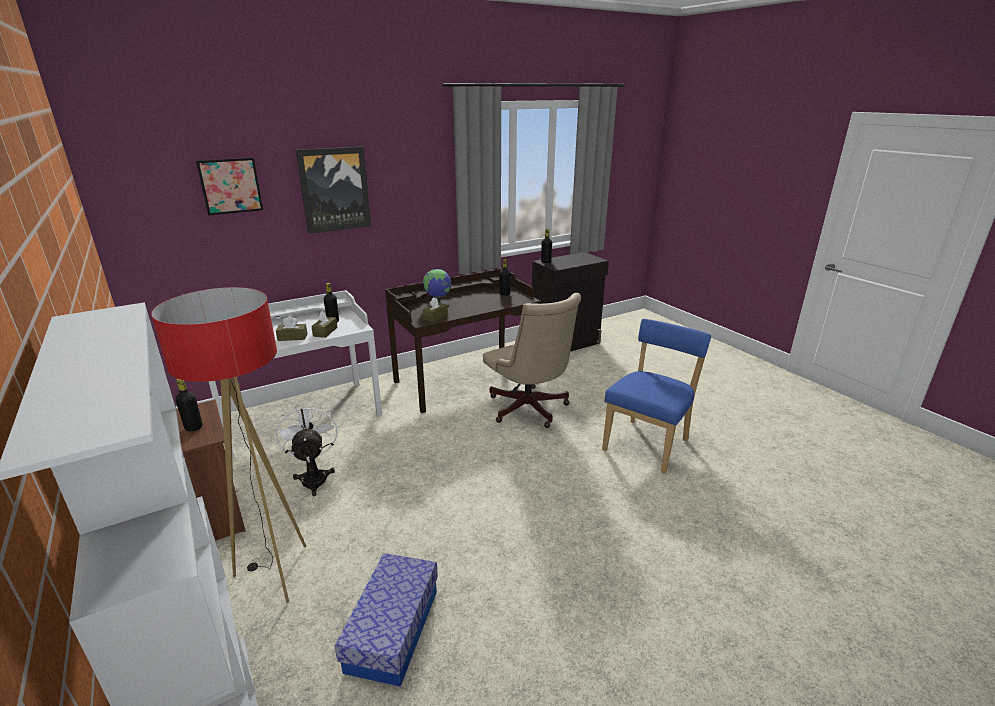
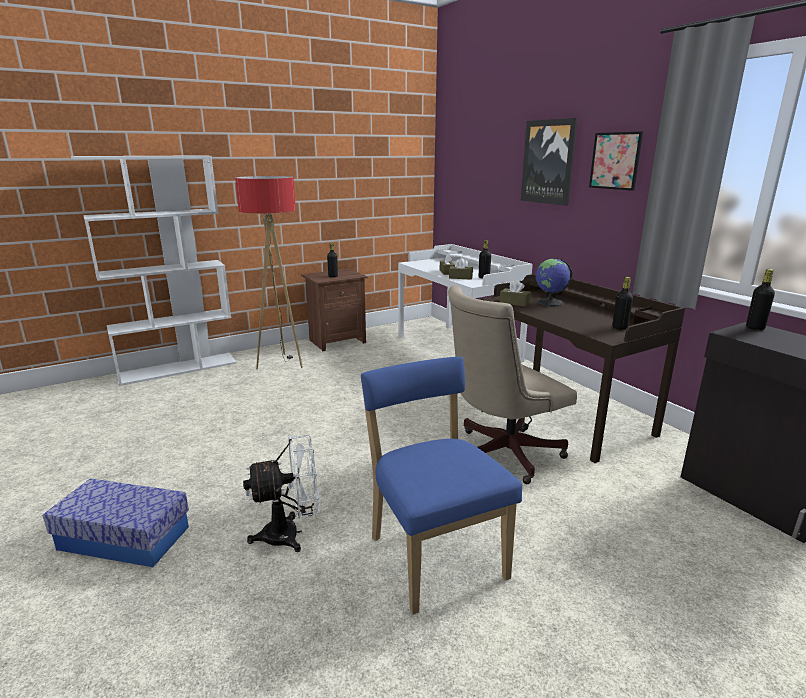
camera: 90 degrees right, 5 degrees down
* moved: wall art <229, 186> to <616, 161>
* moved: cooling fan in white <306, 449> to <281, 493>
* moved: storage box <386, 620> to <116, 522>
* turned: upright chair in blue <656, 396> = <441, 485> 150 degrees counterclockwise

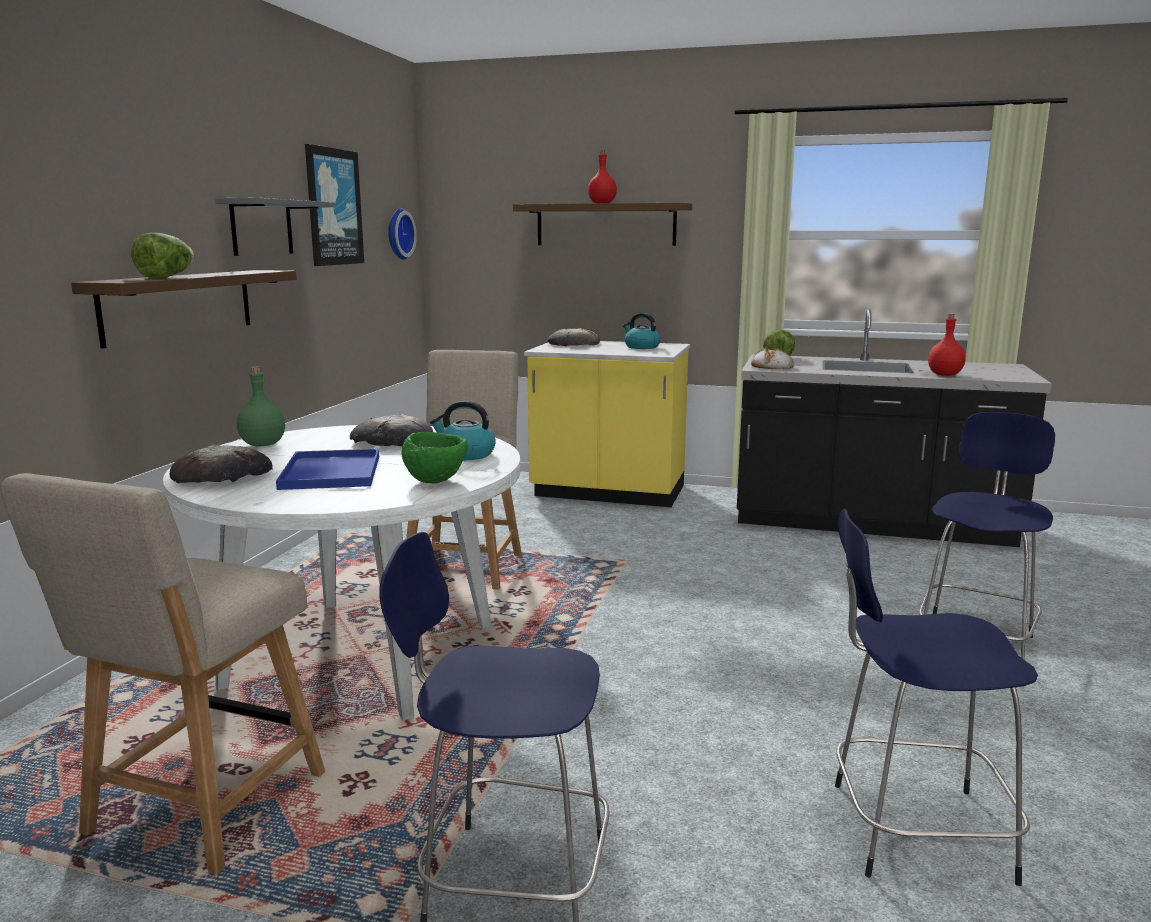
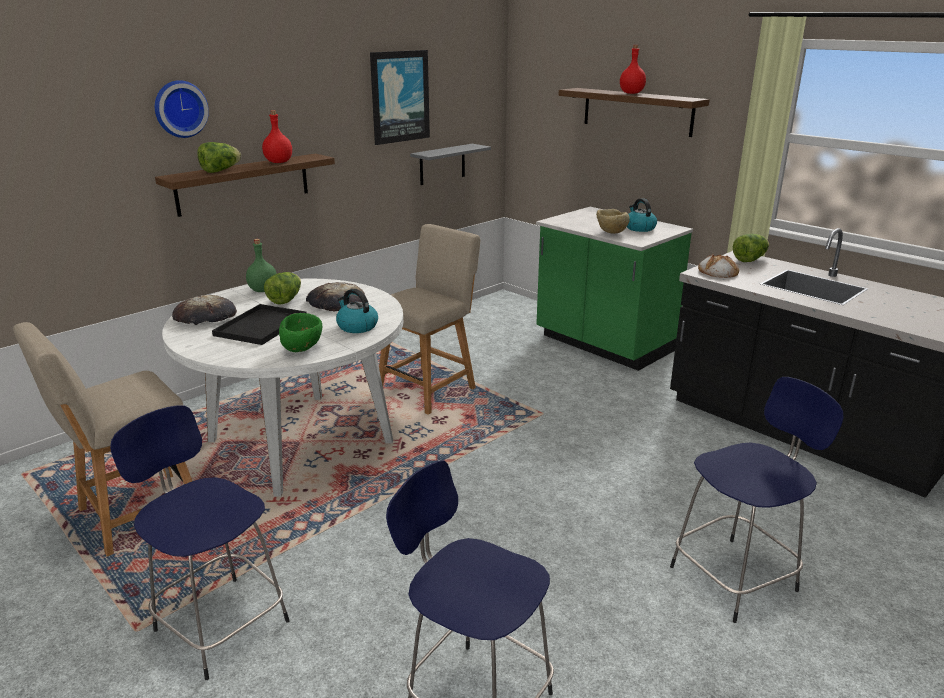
camera: 30 degrees right, 10 degrees up
* moved: shelf in grey <275, 227> to <450, 164>
* recoloured: serving tray in blue <327, 469> to serving tray in blackish <259, 324>
* moved: wall clock <402, 234> to <182, 109>
* recoloured: kitchen counter in yellow <607, 424> to kitchen counter in greenish <614, 289>
* removed: bread <573, 337>
* moved: drink bottle in reddish <947, 345> to <277, 136>
* added: lettuce head <282, 288>
* added: serving bowl in sand-coloured <613, 221>

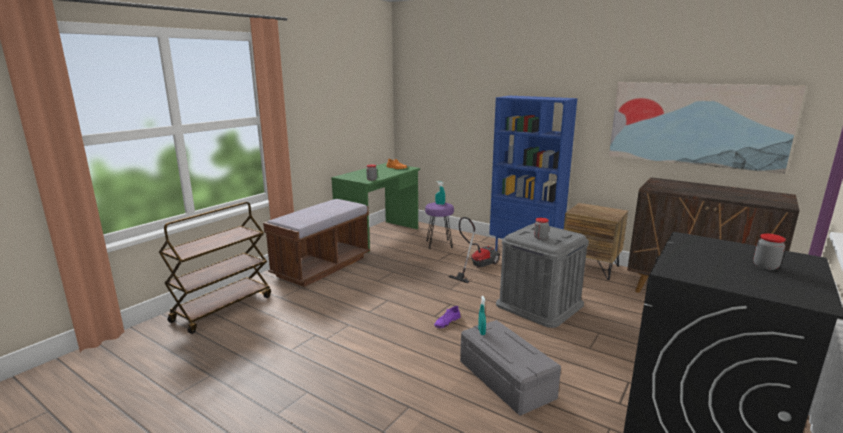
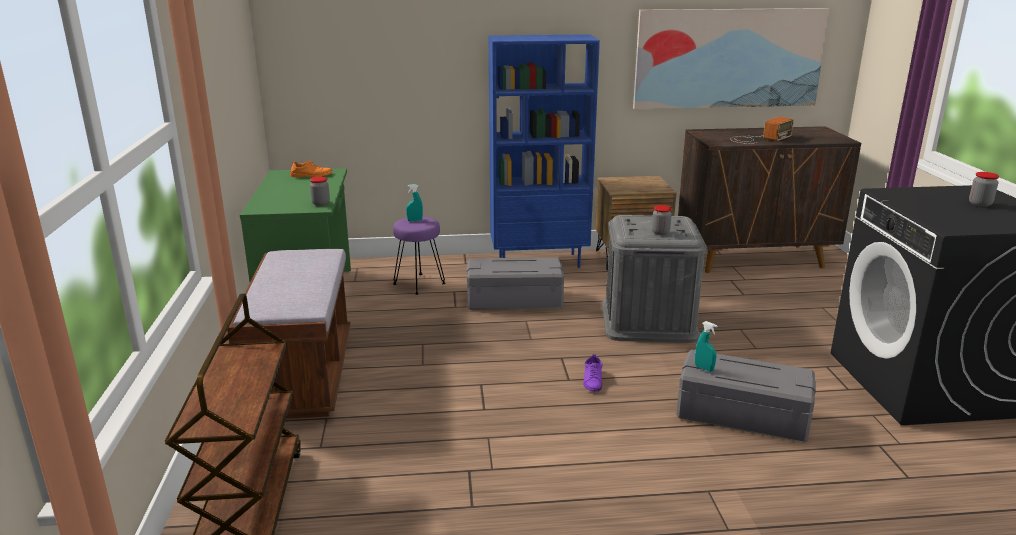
camera: 40 degrees left, 5 degrees up
* replaced: vacuum <474, 250> to storage box in grey <515, 283>
* added: radio receiver <763, 130>

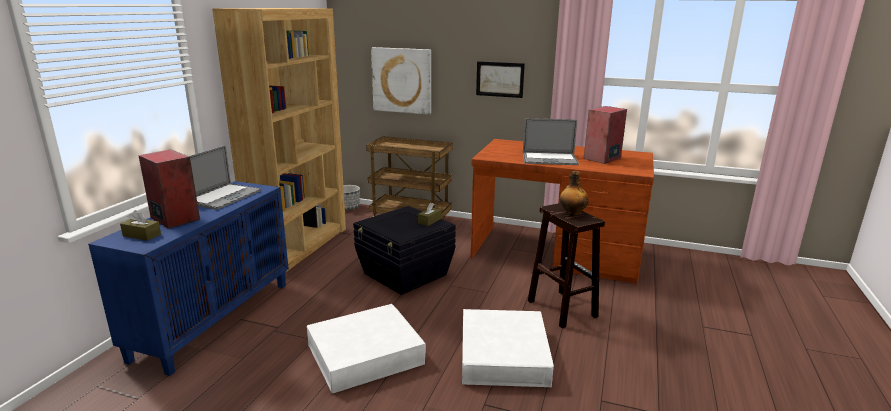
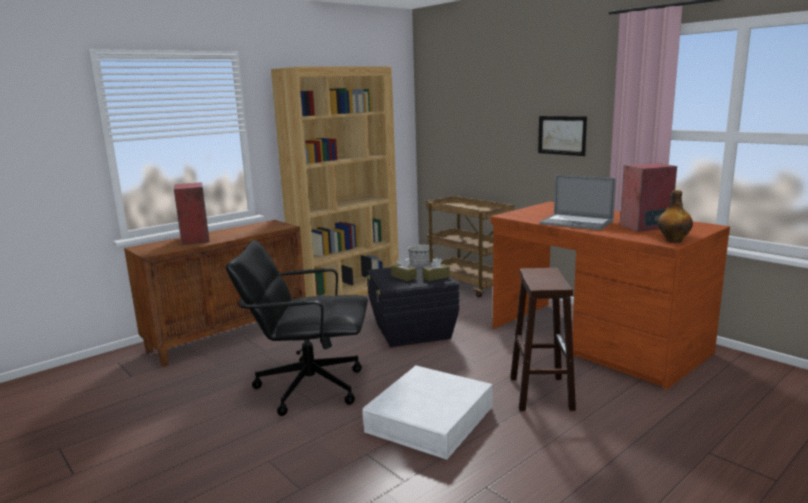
camera: 30 degrees right, 5 degrees down
* recoloured: cabinet in blue <188, 278> to cabinet in brownish <215, 293>
* moved: box of tissues in brownish <140, 225> to <404, 269>
* removed: notebook computer <225, 178>
* replaced: storage box in white <366, 349> to computer chair in blackish <297, 328>
* removed: wall art <401, 81>
* moved: drink bottle <574, 193> to <675, 216>

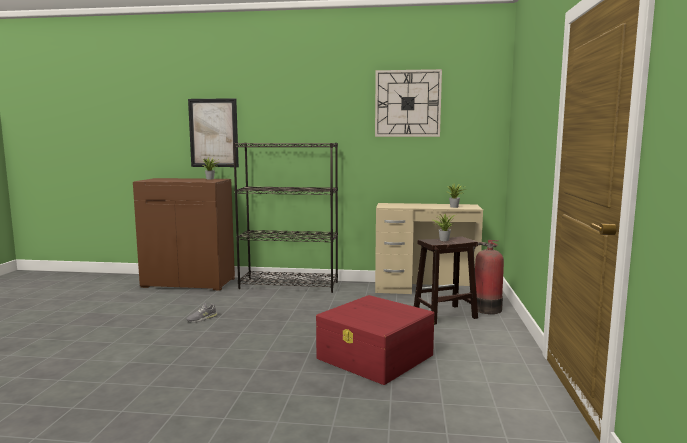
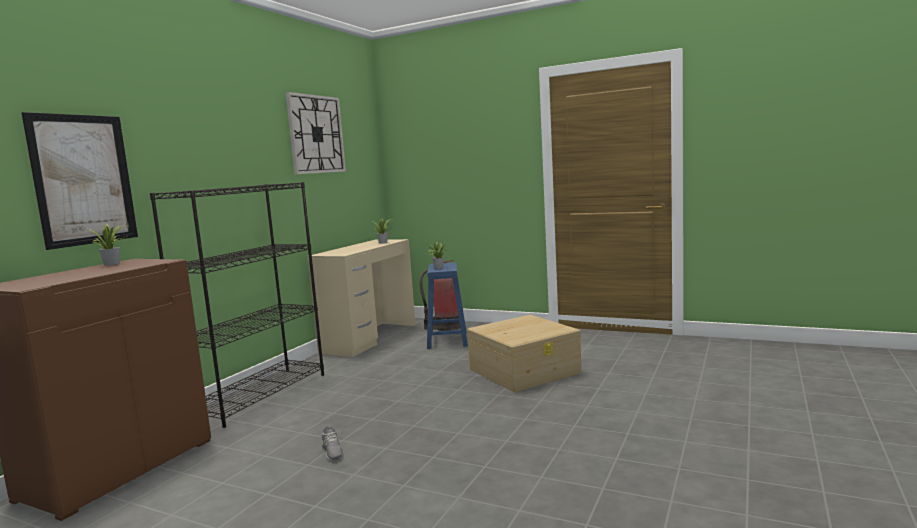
camera: 70 degrees left, 0 degrees up
* recoloured: storage box in reddish <375, 340> to storage box in sand-coloured <524, 353>
* recoloured: sitting stool in brownish <446, 280> to sitting stool in blue <447, 305>

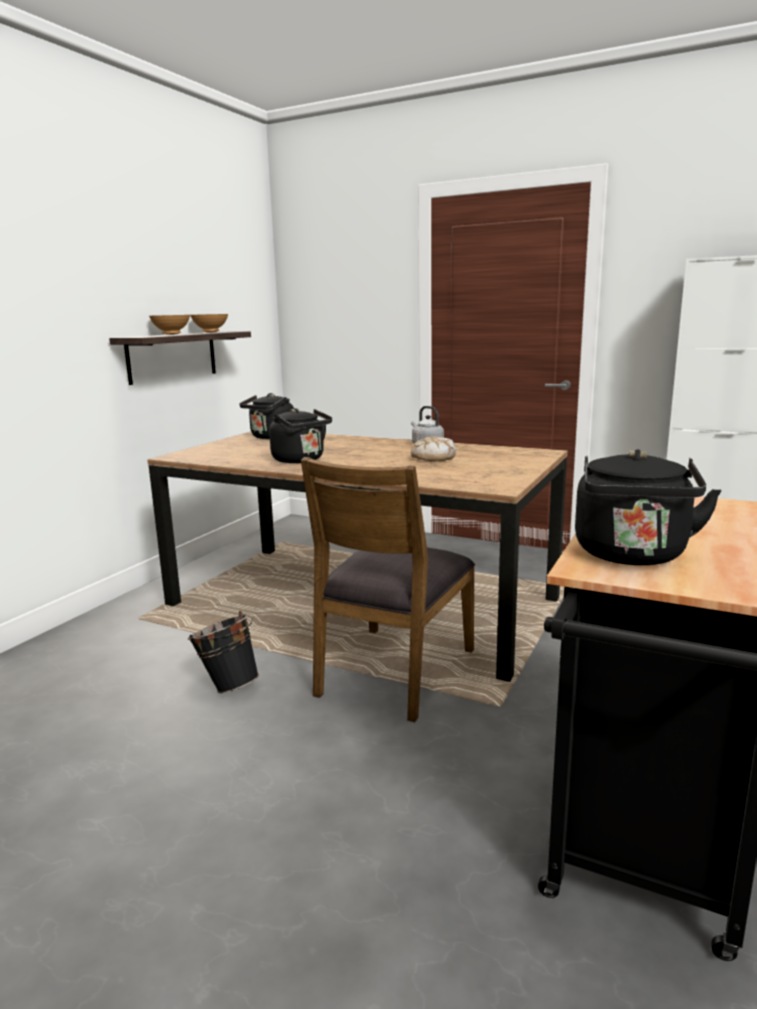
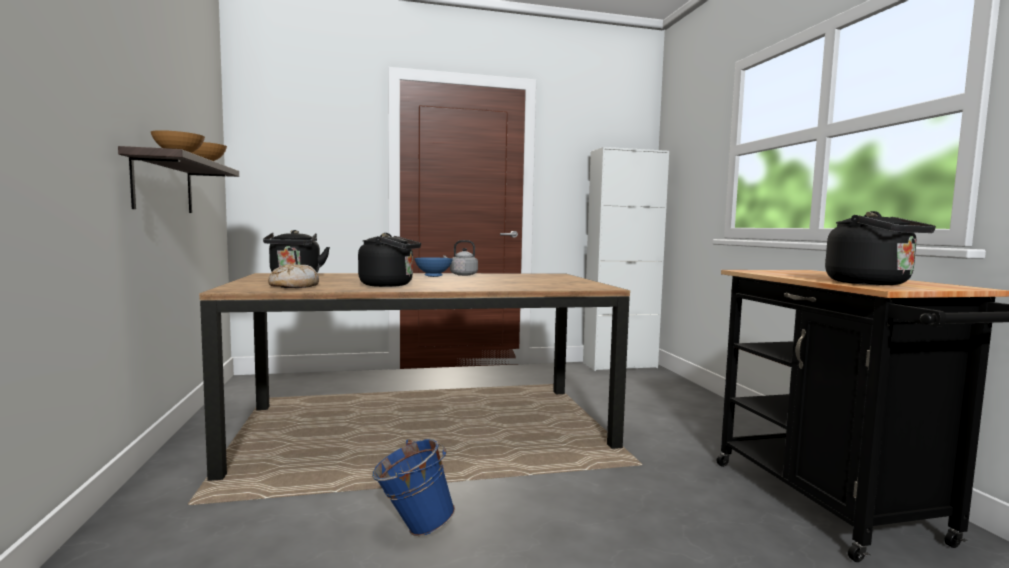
camera: 40 degrees left, 10 degrees down
* recoloured: water bucket in blackish <223, 652> to water bucket in blue <413, 487>
* removed: upright chair in brownish <388, 589>
* moved: bread <433, 449> to <293, 276>
* added: serving bowl in blue <433, 267>

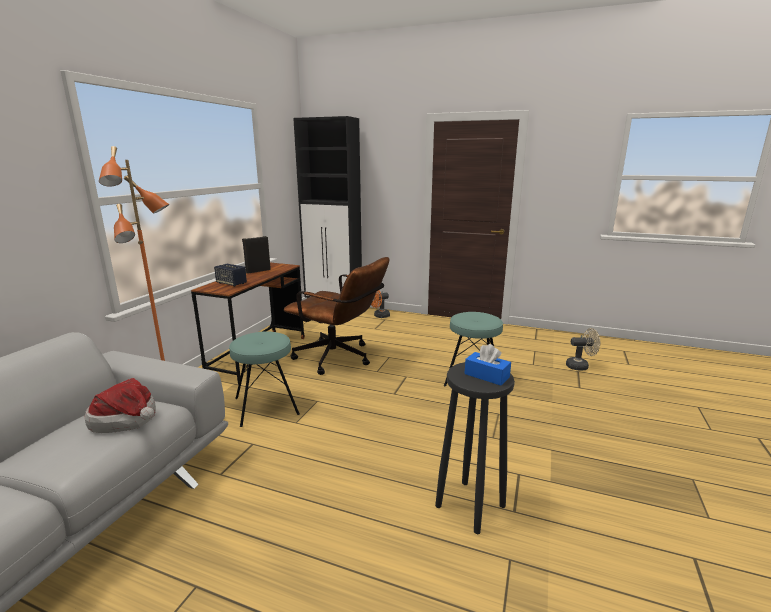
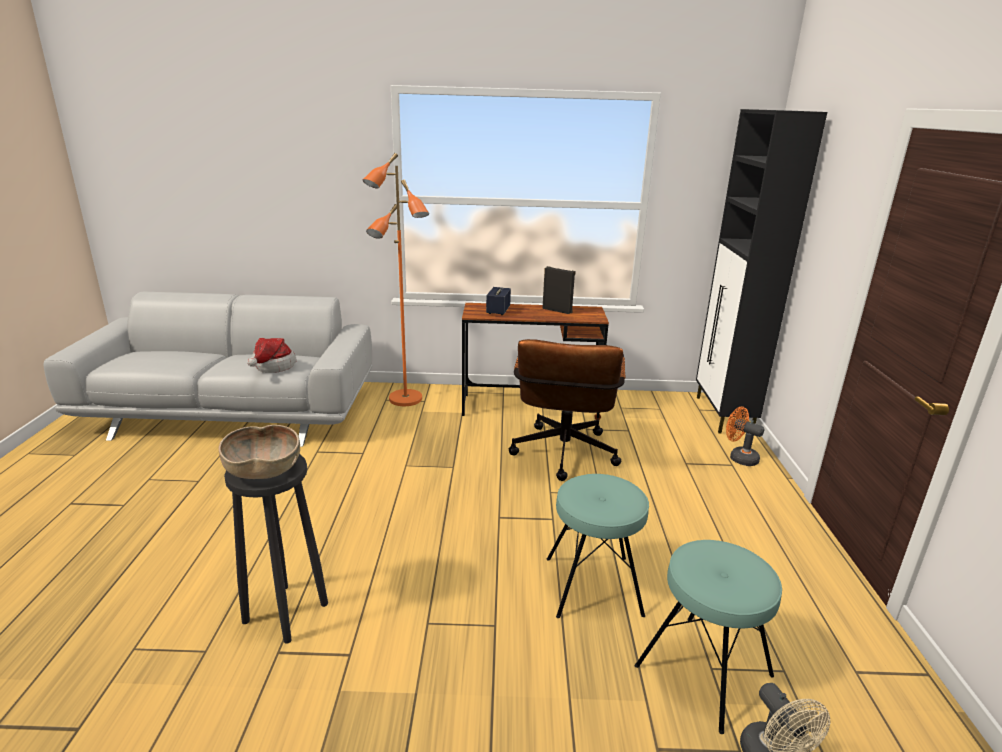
camera: 70 degrees right, 5 degrees up
* moved: sitting stool in blue-green <264, 379> to <708, 637>
* replaced: box of tissues in blue <488, 365> to serving bowl in brownish <259, 452>

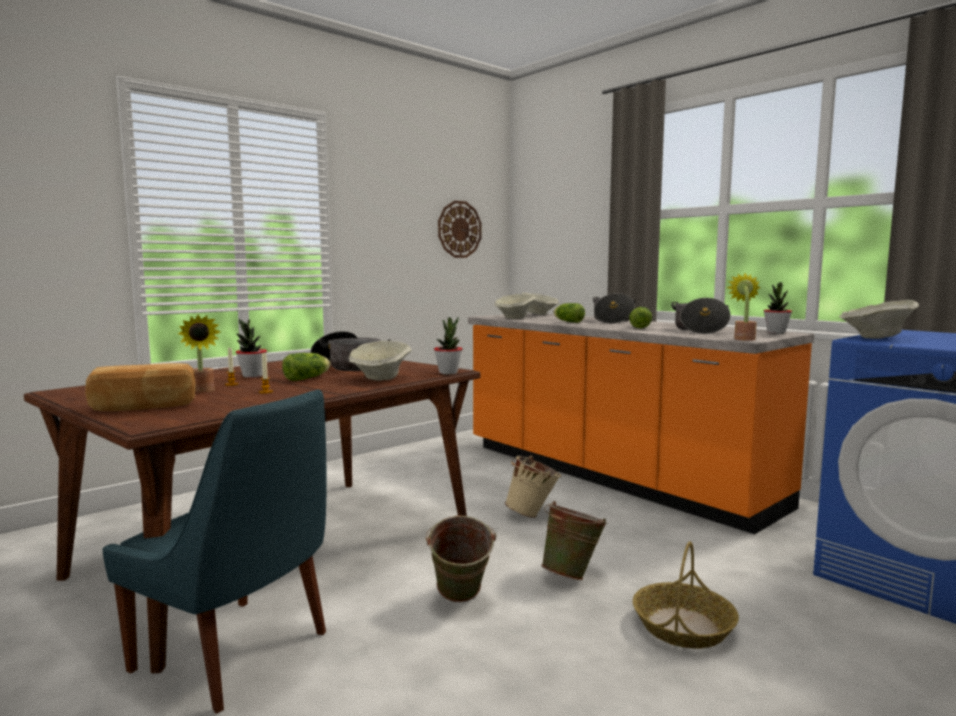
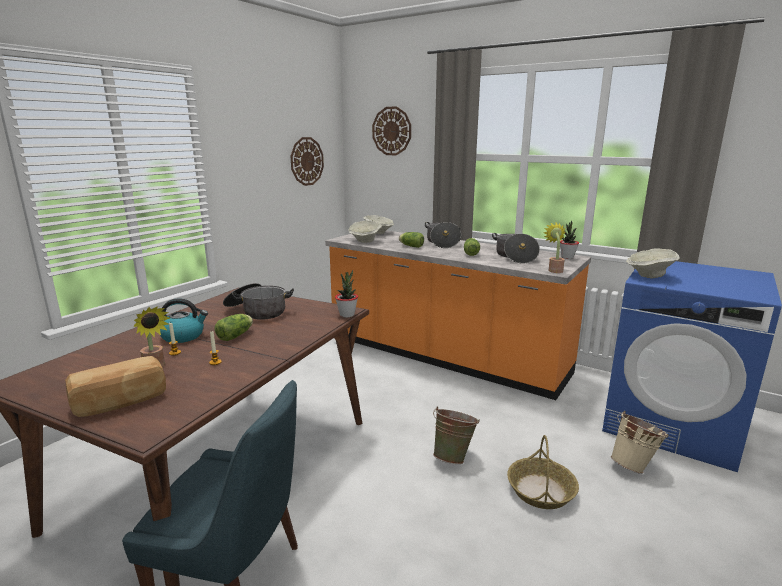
camera: 15 degrees left, 10 degrees up
* replaced: plant in a pot <251, 348> to kettle <184, 320>
* removed: serving bowl in sand-coloured <380, 361>
* removed: water bucket in greenish <461, 558>
* moved: water bucket in sand-coloured <533, 486> to <640, 442>
* added: wall clock <391, 130>

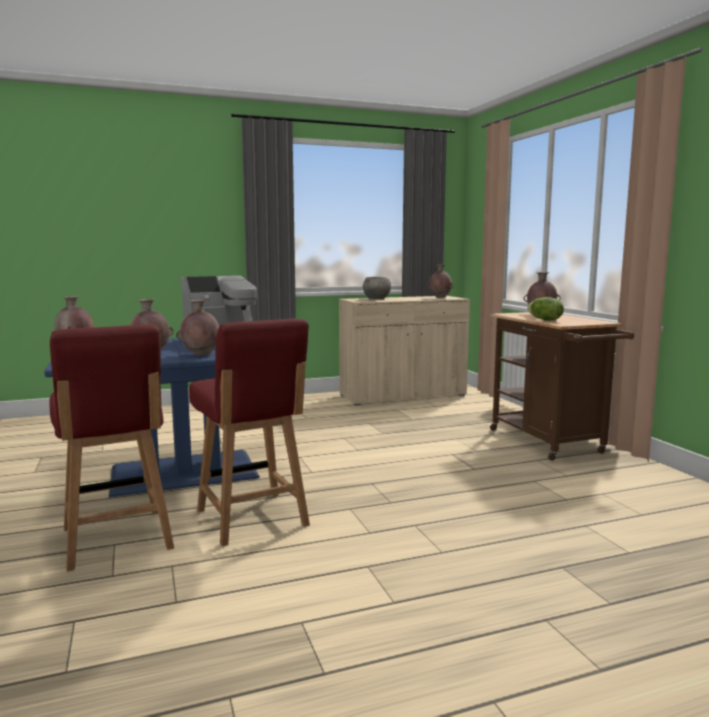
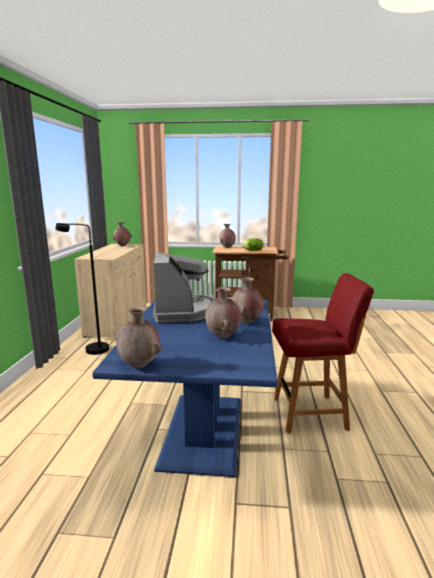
camera: 65 degrees left, 5 degrees up
* removed: upright chair in reddish <112, 448>
* removed: serving bowl in grey <377, 288>
* added: standing lamp in blackish <82, 289>

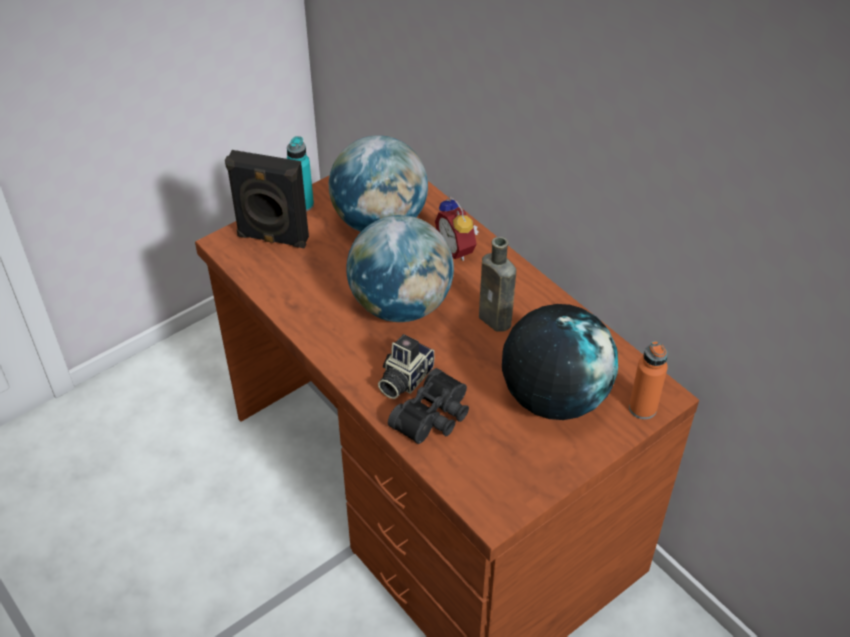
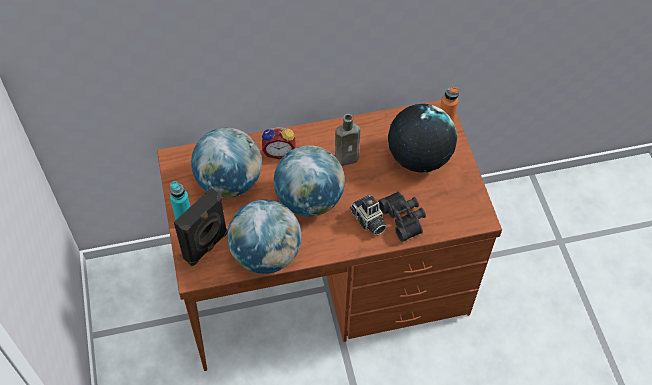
camera: 65 degrees left, 10 degrees up
* added: globe <264, 237>

